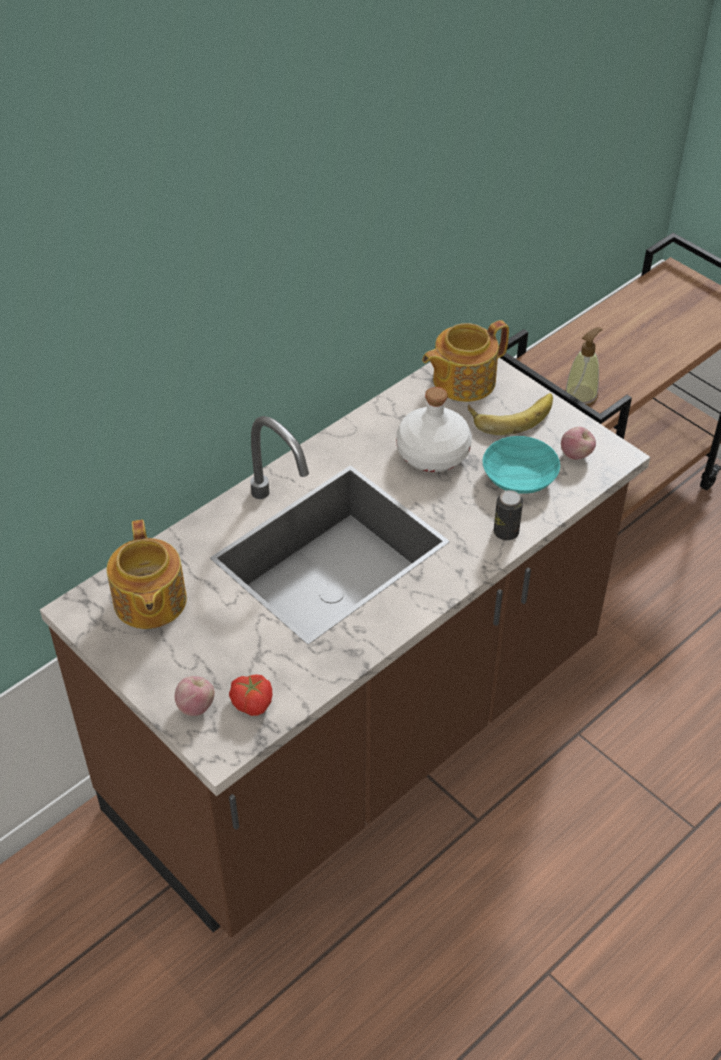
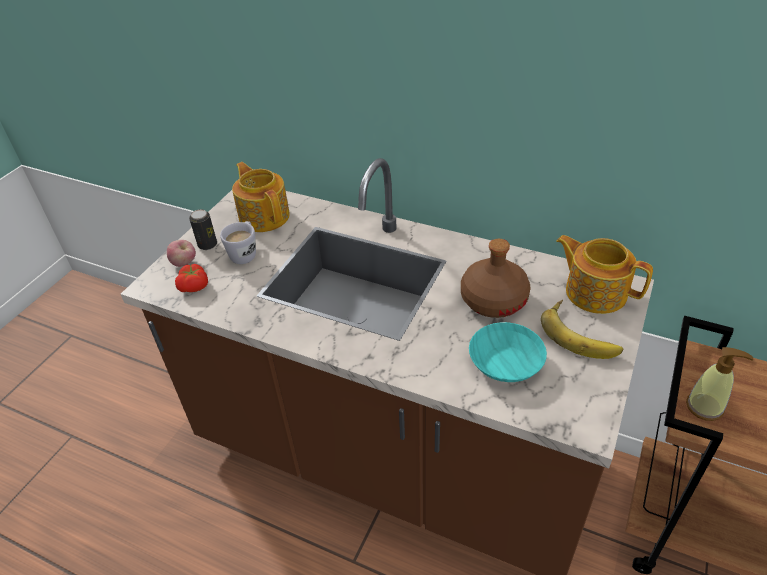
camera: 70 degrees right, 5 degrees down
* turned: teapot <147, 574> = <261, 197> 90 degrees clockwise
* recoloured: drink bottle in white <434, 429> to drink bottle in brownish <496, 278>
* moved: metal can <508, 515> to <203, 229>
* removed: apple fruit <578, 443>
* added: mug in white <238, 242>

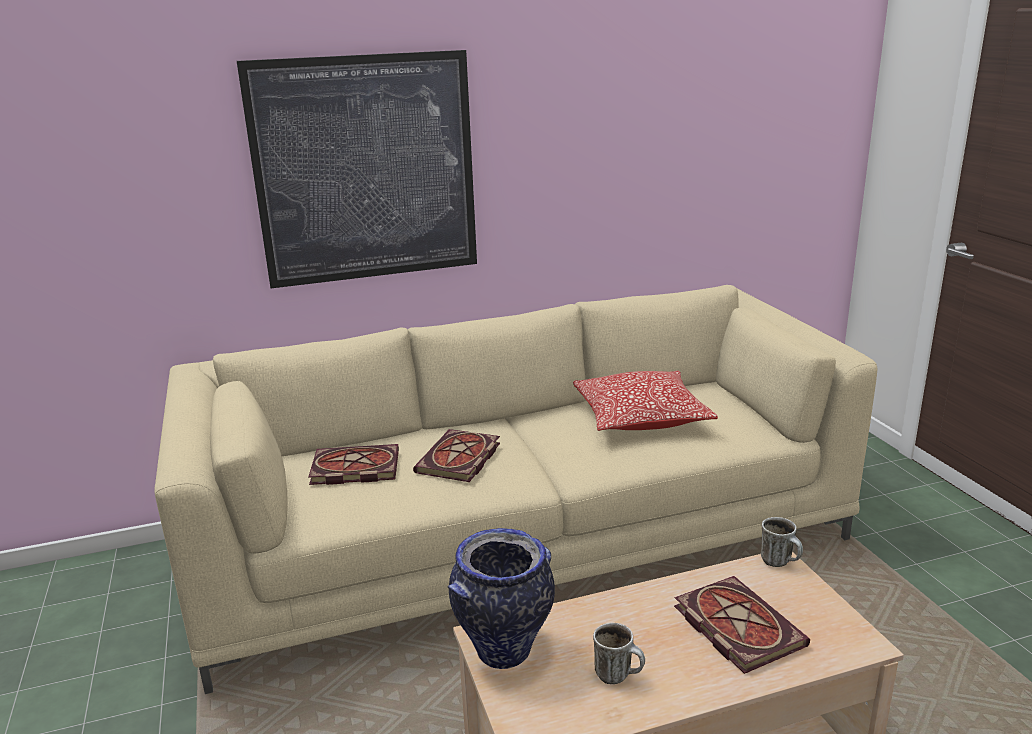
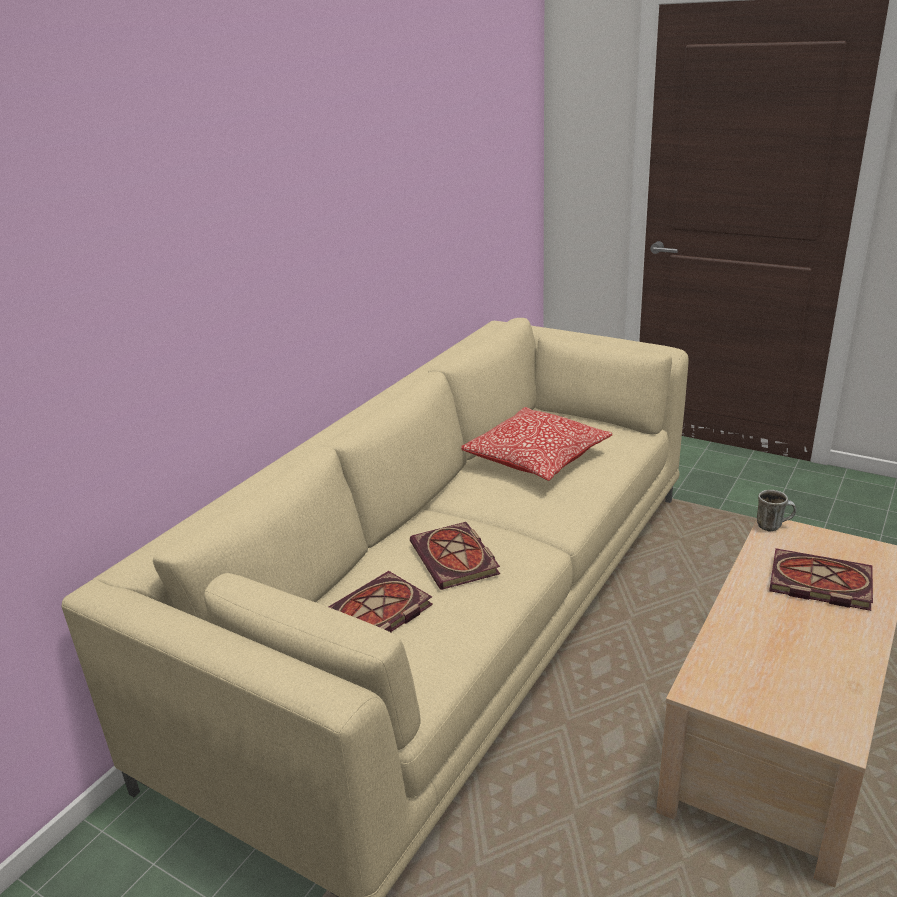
camera: 40 degrees left, 5 degrees up
* removed: wall art <357, 169>
* removed: flower vase <501, 598>
* removed: mug <619, 653>

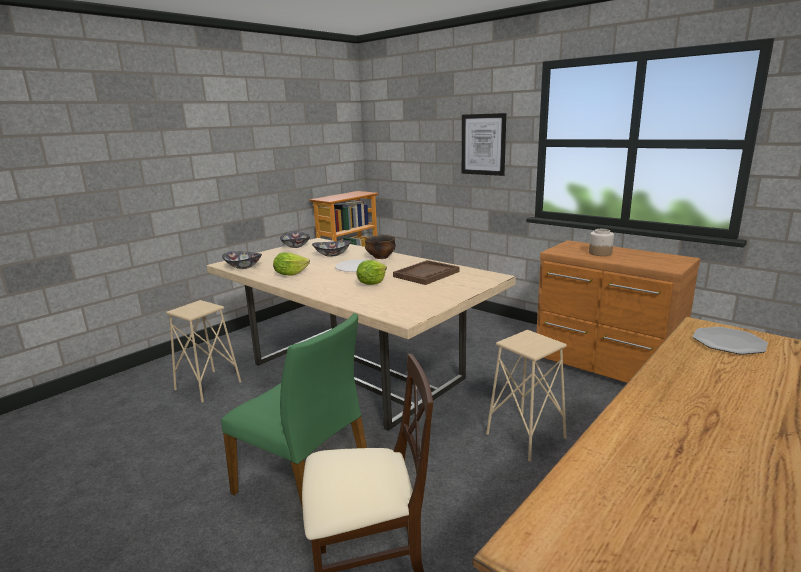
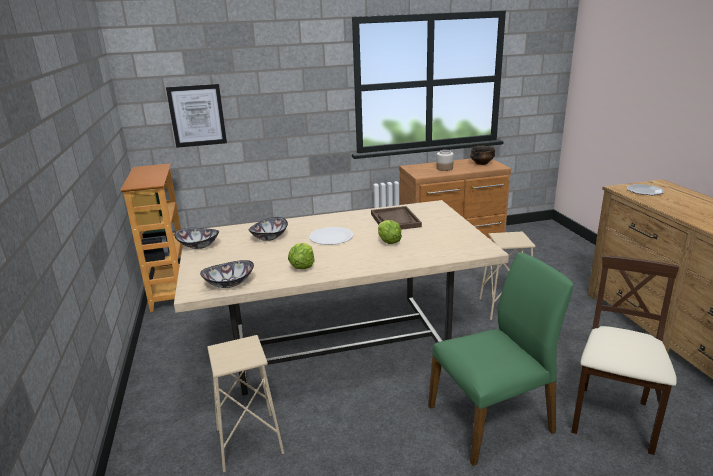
camera: 55 degrees left, 5 degrees up
* moved: serving bowl <380, 247> to <483, 155>
* moved: wall art <484, 144> to <196, 116>

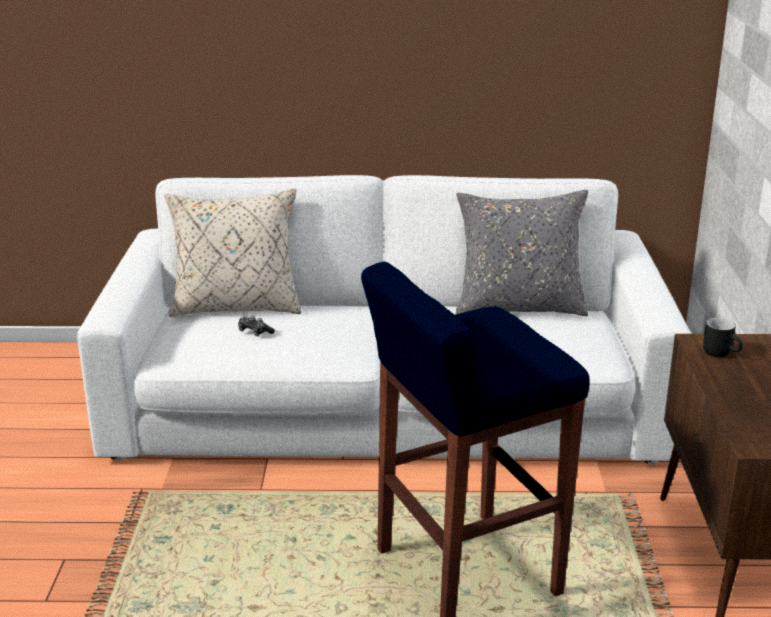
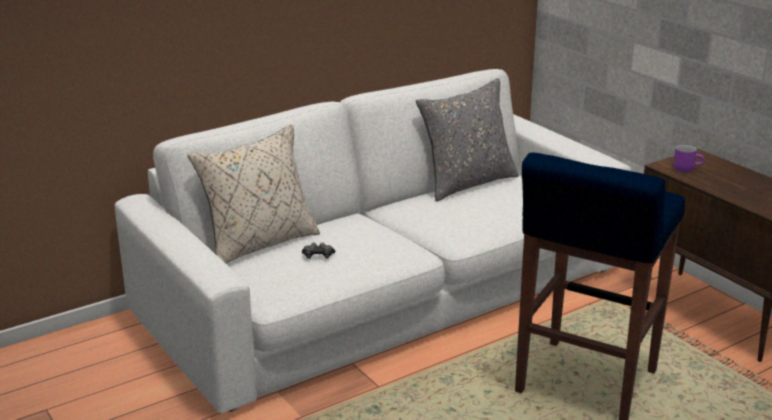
camera: 35 degrees left, 0 degrees up
* recoloured: mug in blackish <723, 337> to mug in purplish <689, 159>

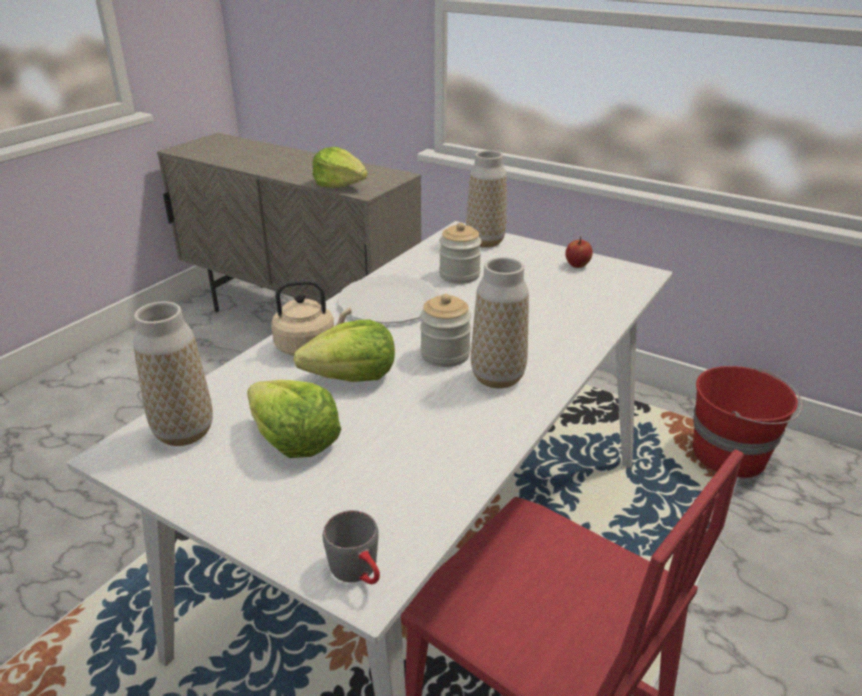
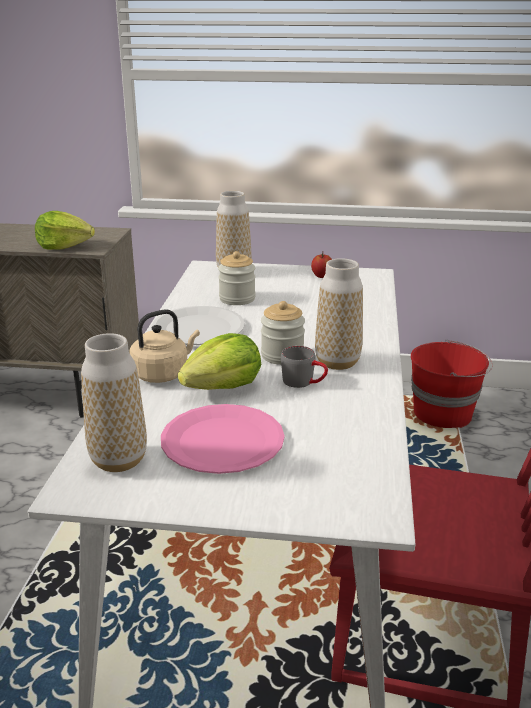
camera: 25 degrees left, 5 degrees down
* replaced: lettuce head <294, 419> to plate in pink <223, 439>
* moved: mug in grey <351, 547> to <304, 367>

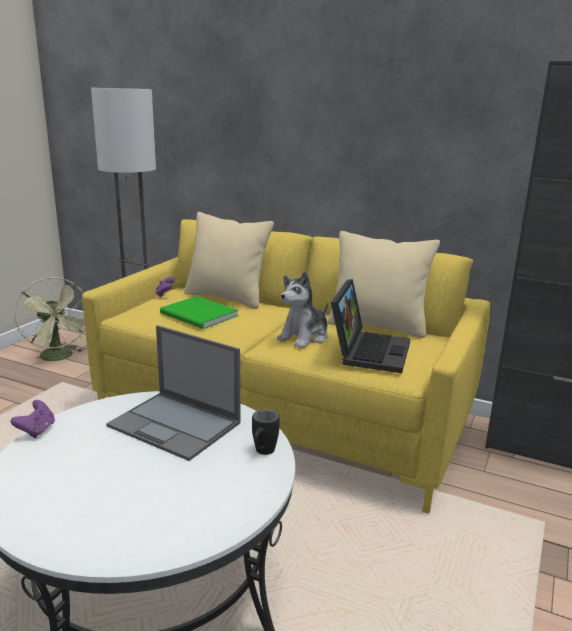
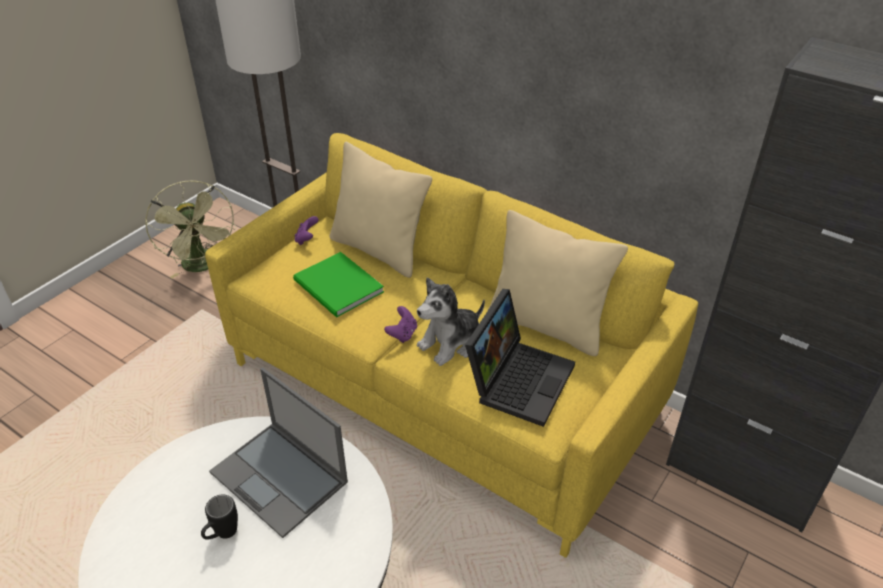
camera: 10 degrees right, 20 degrees up
* moved: gamepad in purplish <32, 419> to <400, 324>
* moved: mug in blackish <266, 432> to <219, 517>

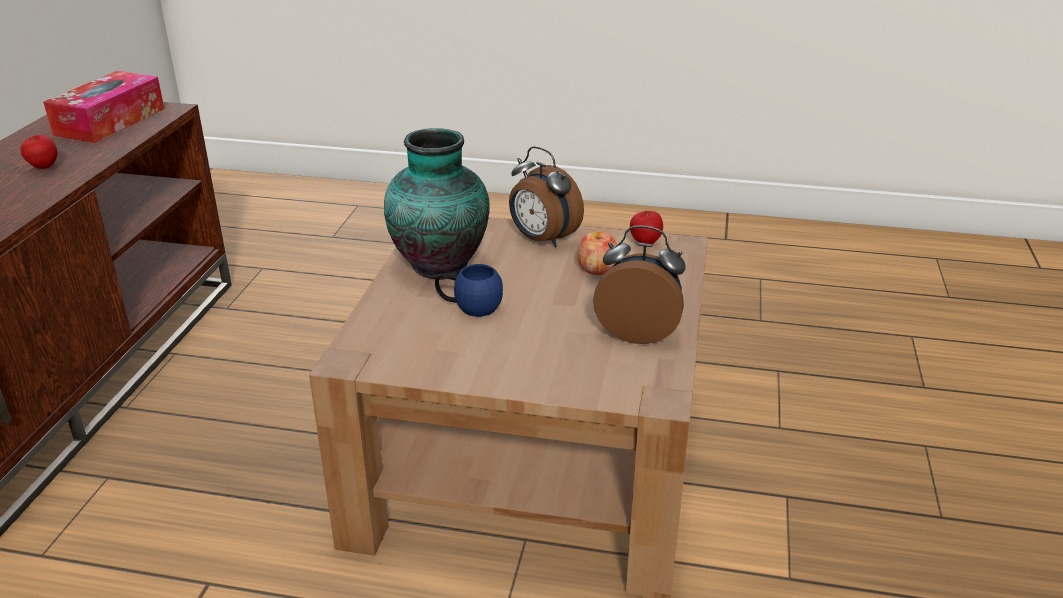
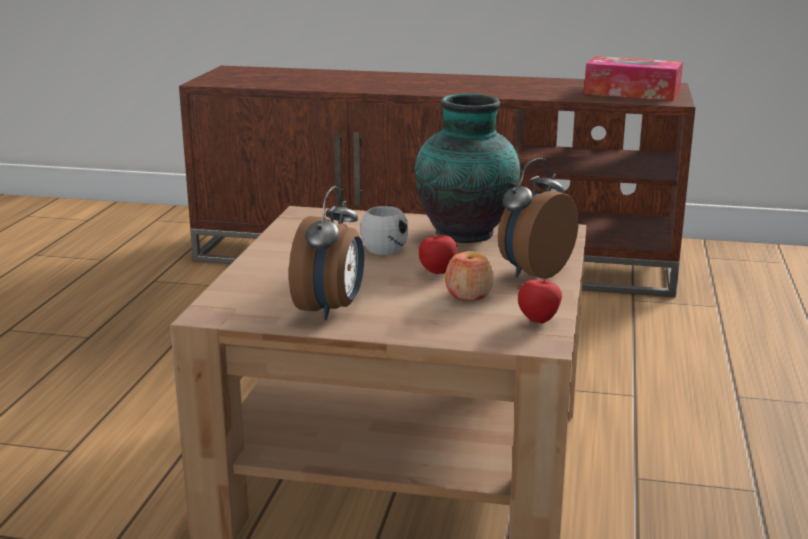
camera: 90 degrees right, 10 degrees down
* moved: apple fruit <39, 152> to <438, 254>
* recoloured: mug in blue <469, 290> to mug in white <384, 229>

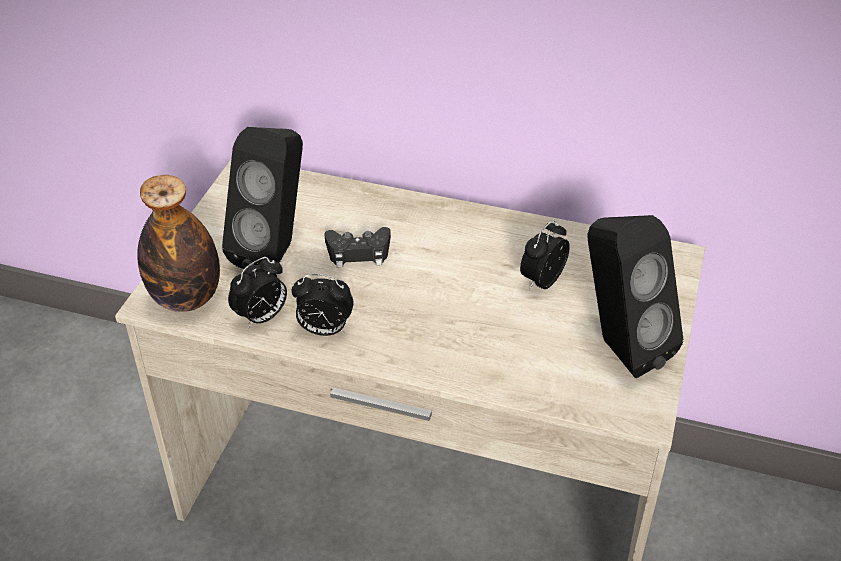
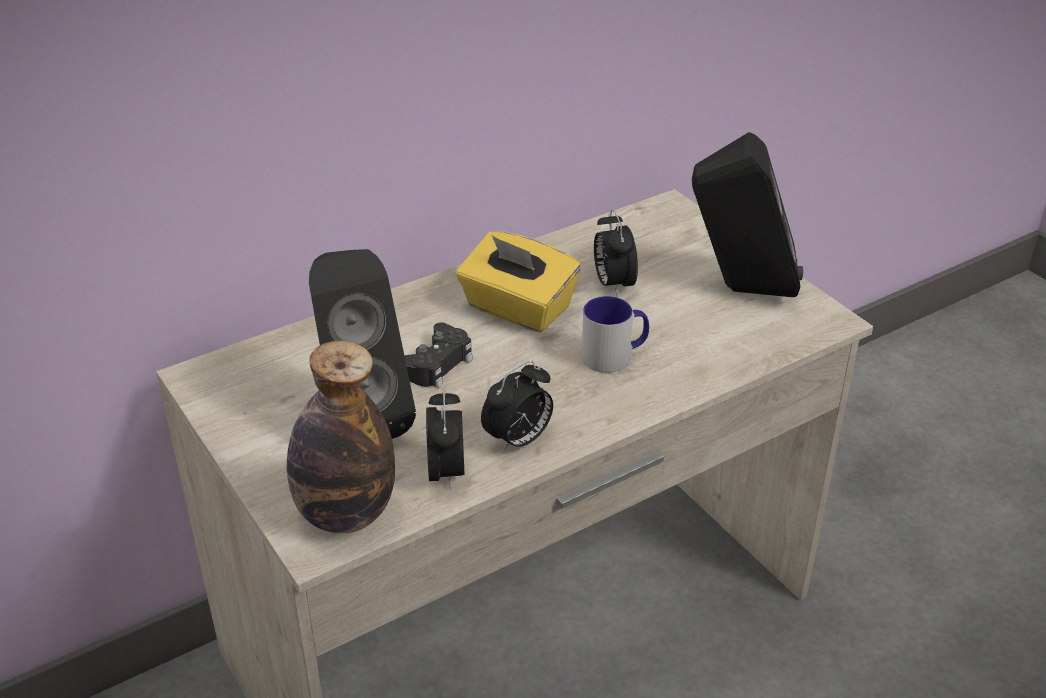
camera: 50 degrees left, 5 degrees down
* added: box of tissues in yellow <518, 282>
* added: mug <615, 334>

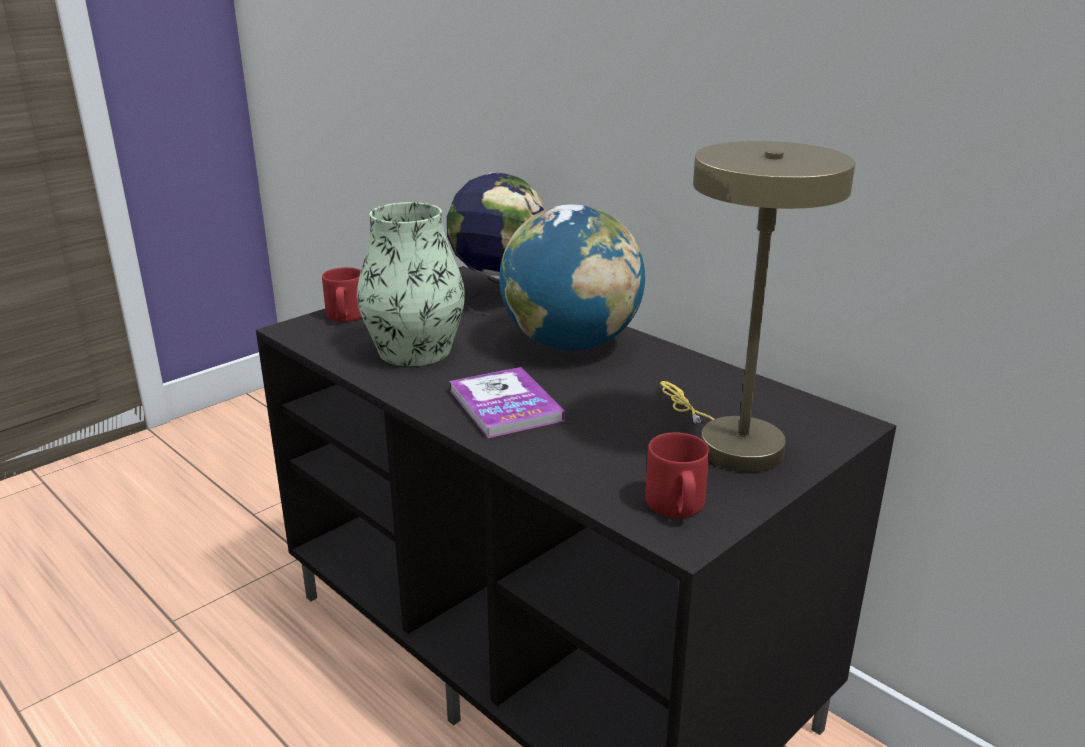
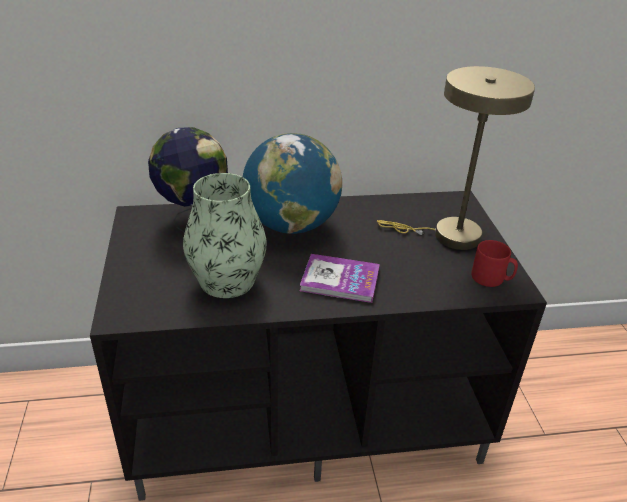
camera: 55 degrees left, 10 degrees up
* removed: mug in reddish <342, 294>

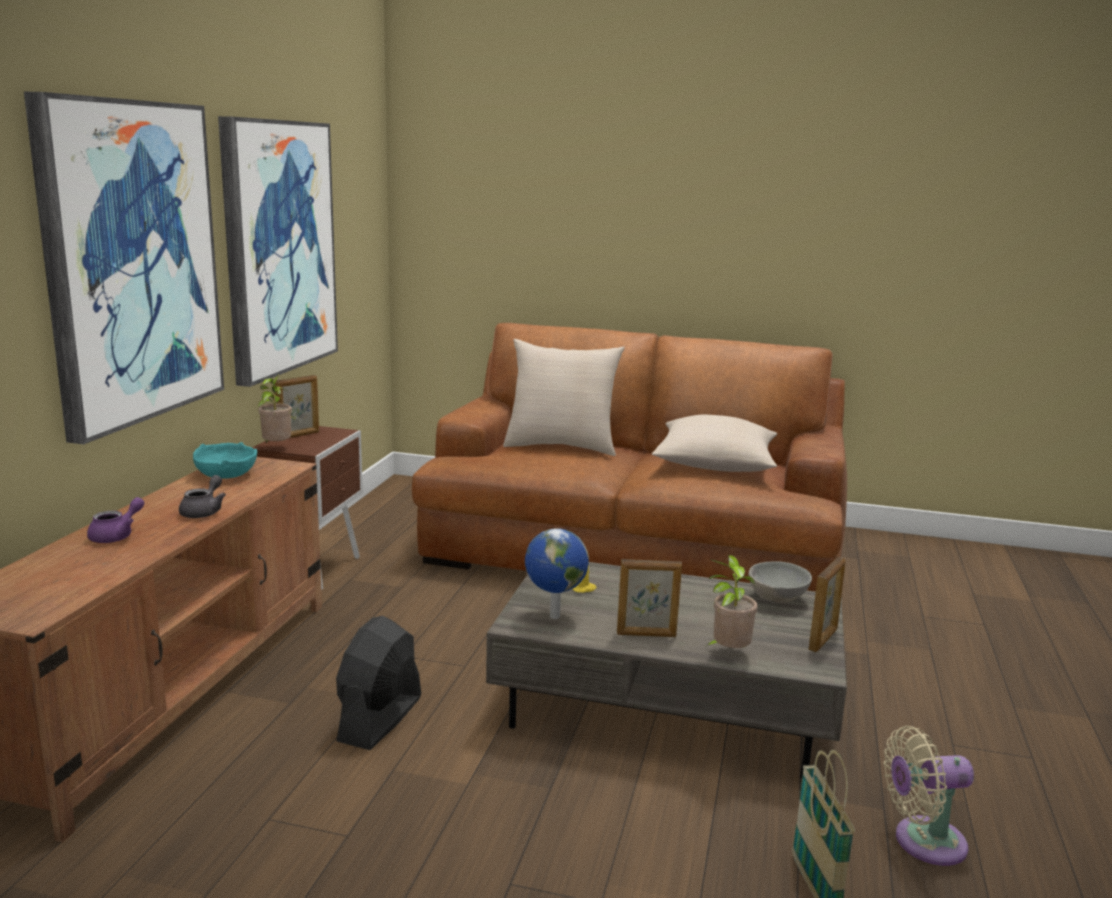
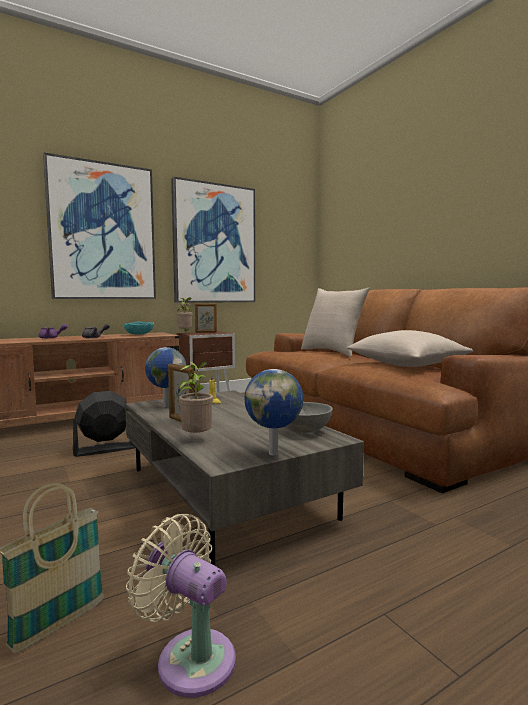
camera: 45 degrees right, 10 degrees down
* replaced: standing frame <827, 604> to globe <274, 412>

